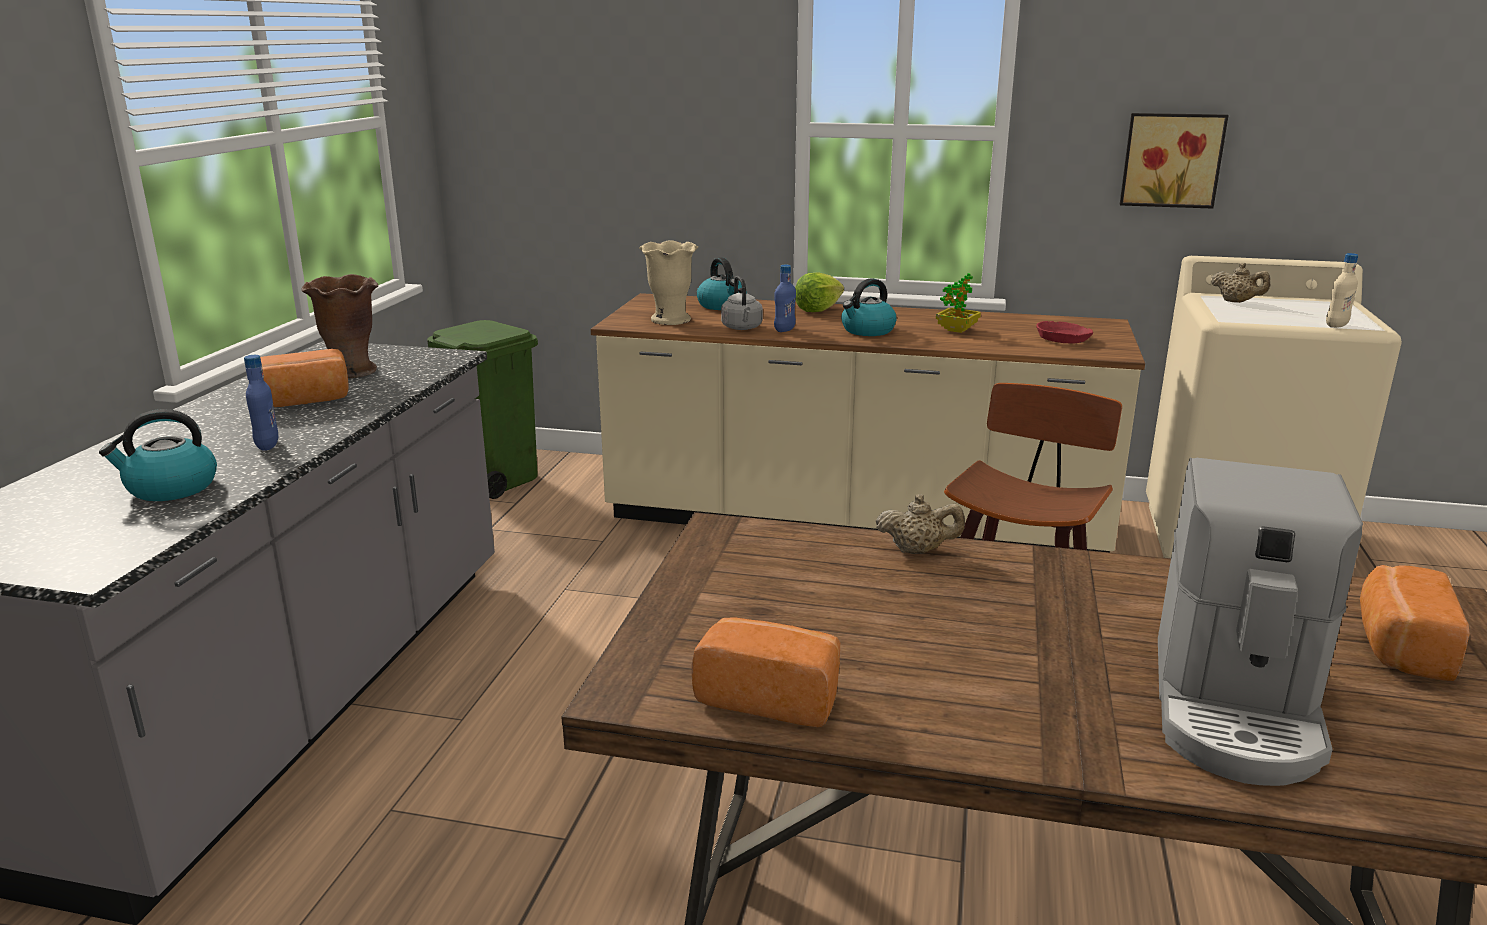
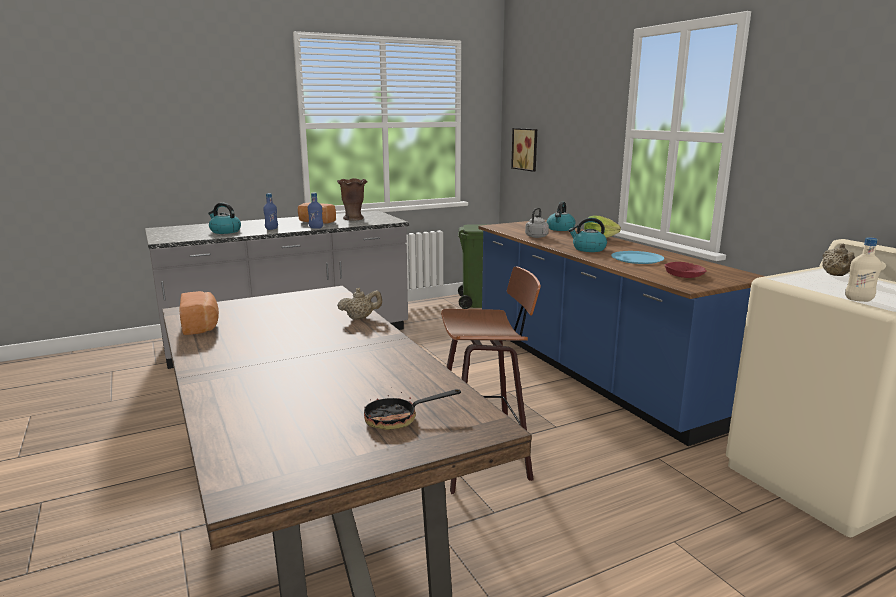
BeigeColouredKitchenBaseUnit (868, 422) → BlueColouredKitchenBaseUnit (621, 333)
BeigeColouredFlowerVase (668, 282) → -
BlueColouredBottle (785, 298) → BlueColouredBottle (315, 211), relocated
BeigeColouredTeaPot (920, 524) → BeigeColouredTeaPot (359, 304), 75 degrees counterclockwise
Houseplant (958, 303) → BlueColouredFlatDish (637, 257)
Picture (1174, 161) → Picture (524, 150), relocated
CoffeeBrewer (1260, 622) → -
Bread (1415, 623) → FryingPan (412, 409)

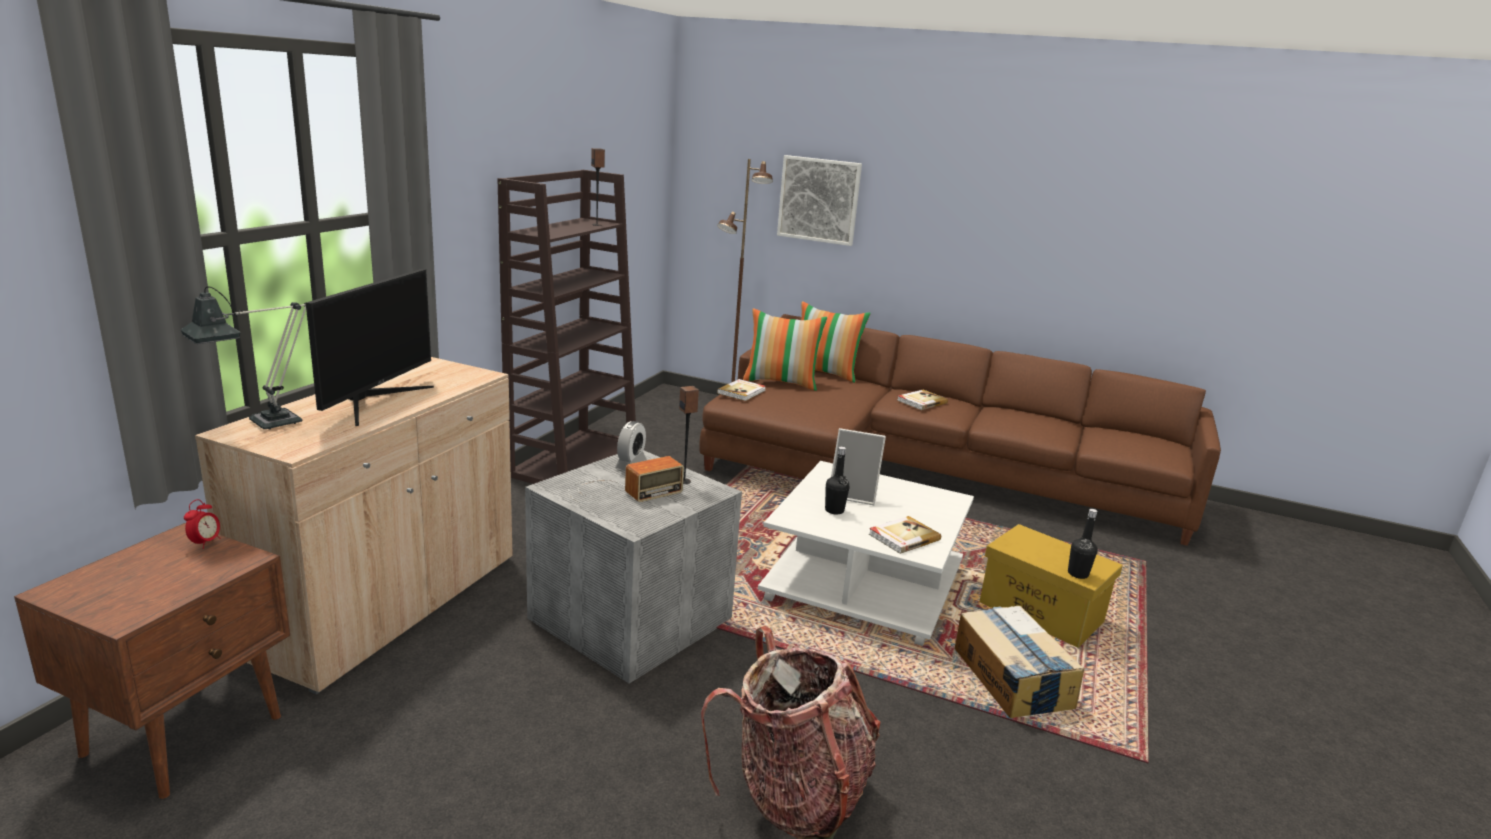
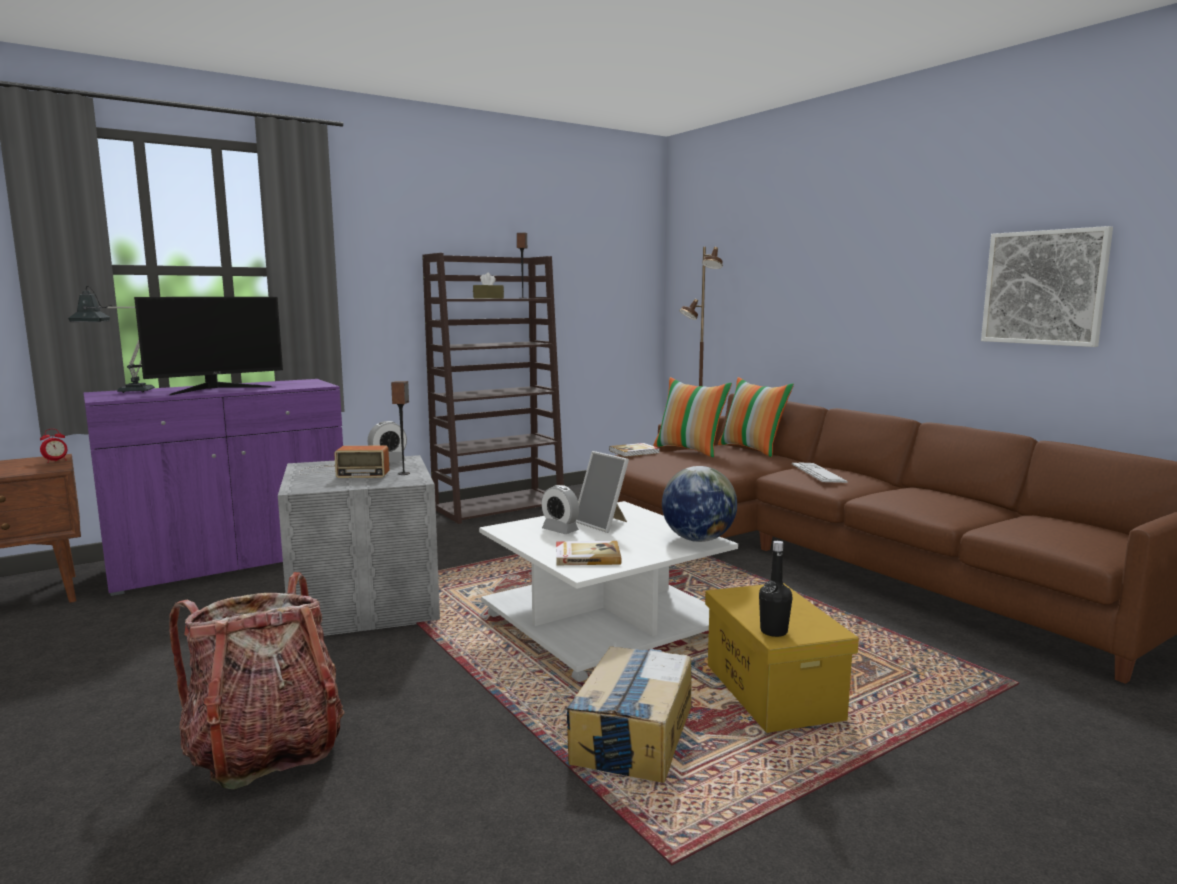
BeigeColouredCabinet (354, 526) → PurpleCabinet (213, 487)
Picture (819, 200) → Picture (1047, 286), relocated
BlackBottle (837, 480) → BedsideClock (560, 509)
Volume (922, 400) → PcKeyboard (820, 472)
- → BrownBoxOfTissues (488, 285)
- → WorldGlobe (699, 504)

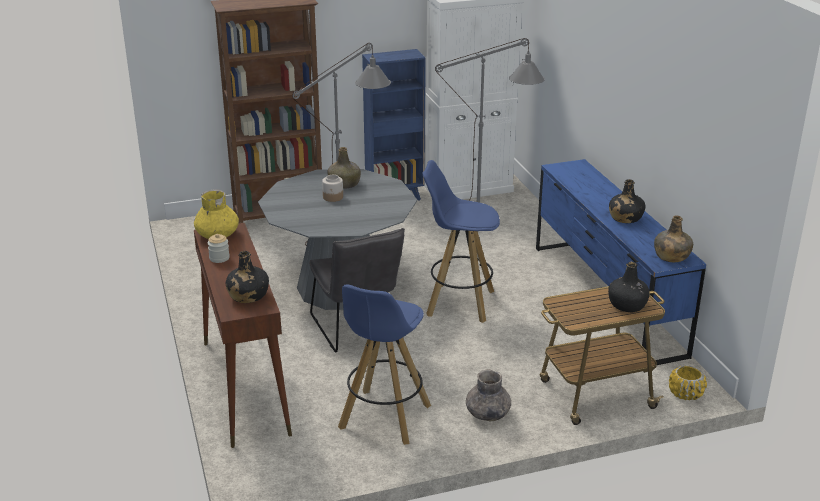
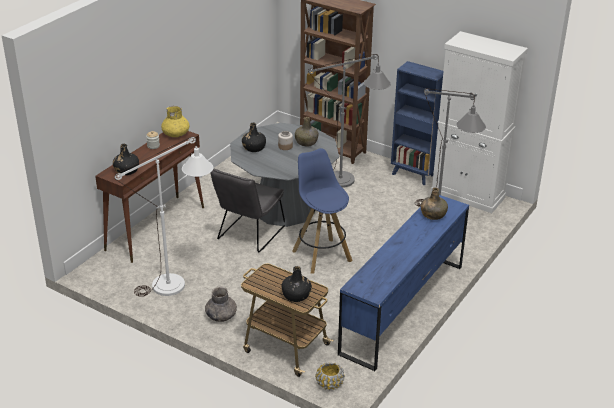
BlueColouredStool (384, 365) → WhiteStandardLamp (164, 217)
BlackBottle (627, 201) → BlackBottle (254, 137), relocated
GreenColouredBottle (673, 238) → GreenColouredBottle (434, 203), relocated

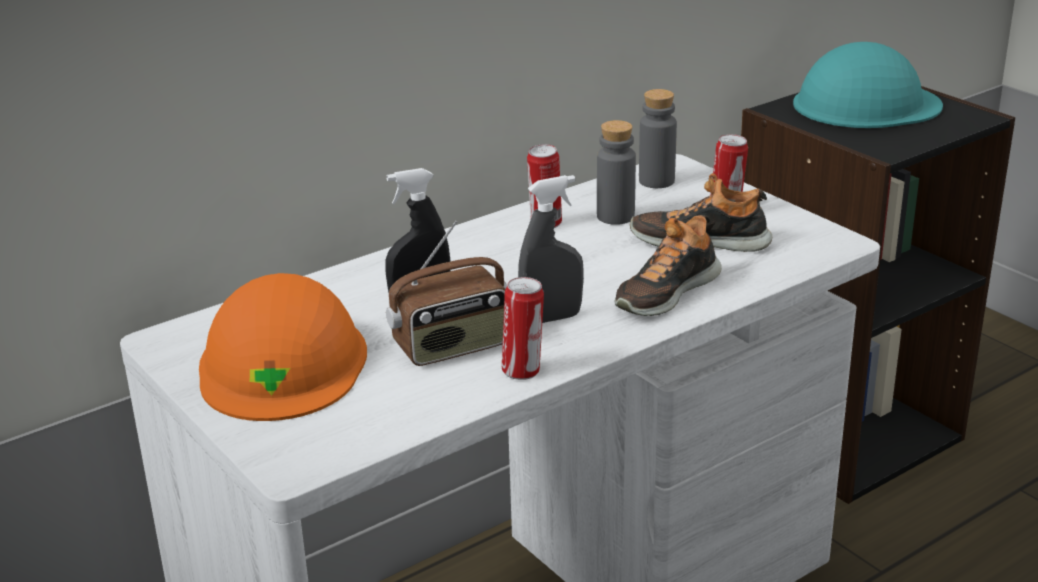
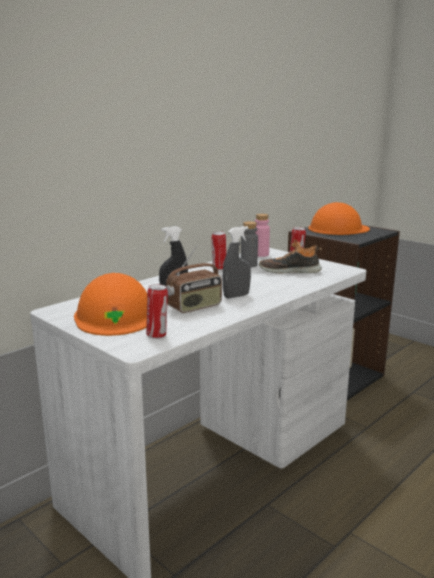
SealedCan (523, 328) → SealedCan (157, 311), relocated
LowShoe (668, 265) → -
GreyishBottle (658, 138) → PinkColouredBottle (262, 235)
TurquoiseColouredWorkHelmet (868, 85) → OrangeyWorkHelmet (339, 218)

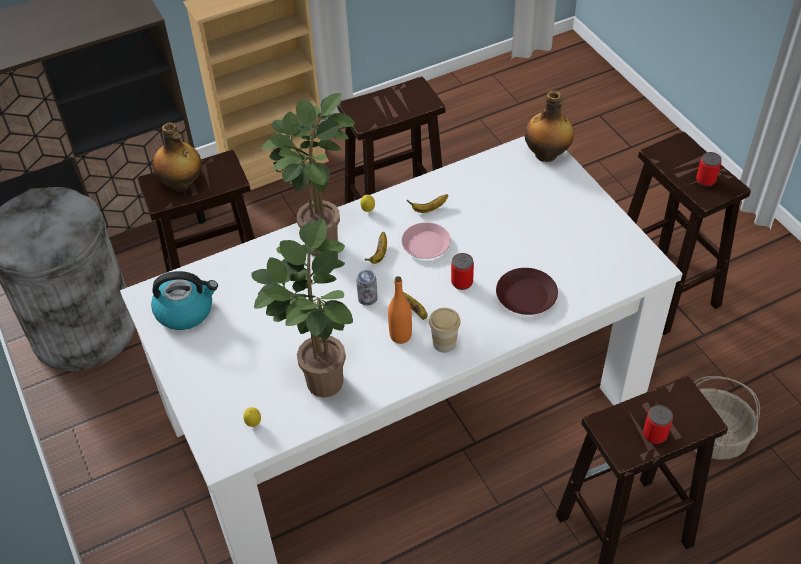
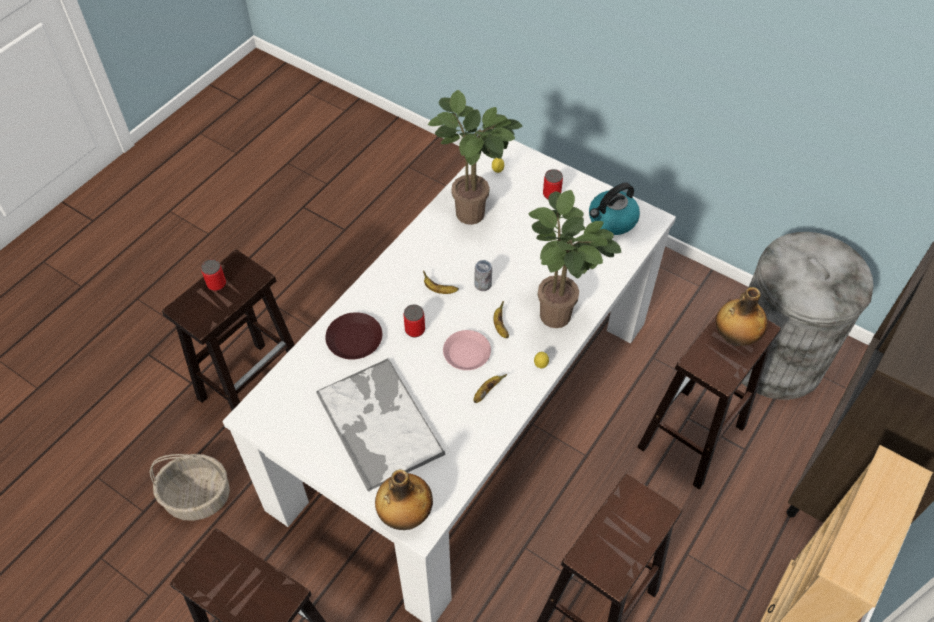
OrangeyBottle (400, 310) → -
Cup (445, 330) → -
SealedCan (709, 169) → SealedCan (553, 184), relocated
- → CarryingTray (380, 425)

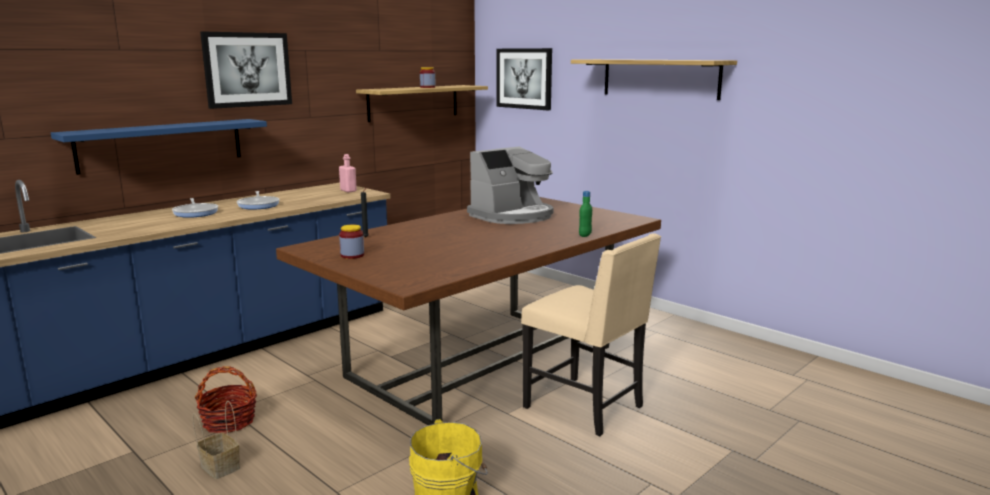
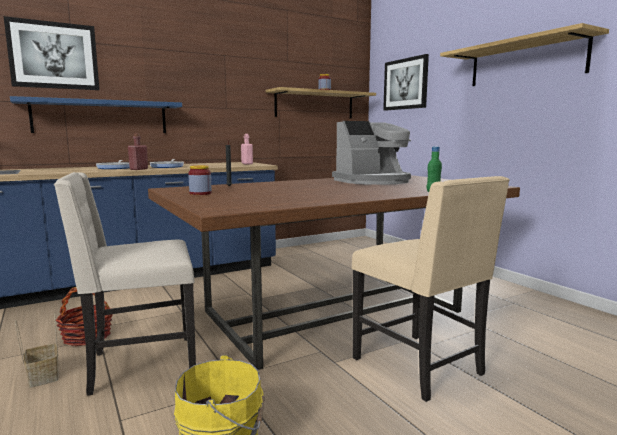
Picture (246, 70) → Picture (51, 53), relocated
- → BeigeColouredPlainChair (125, 284)
- → RedColouredBottle (138, 151)

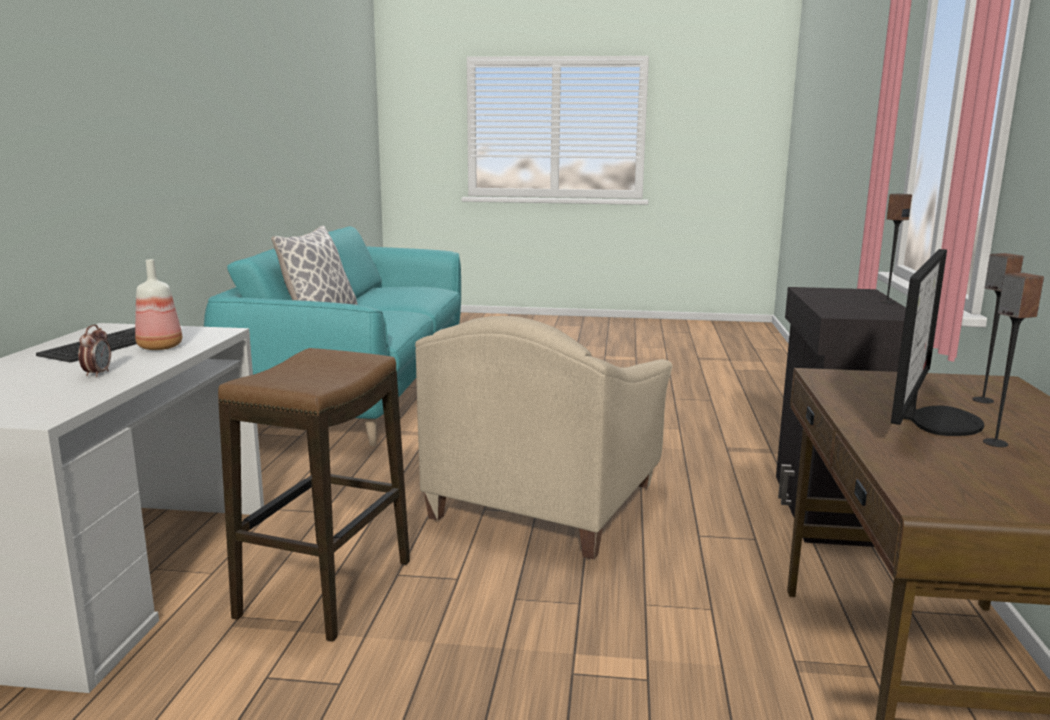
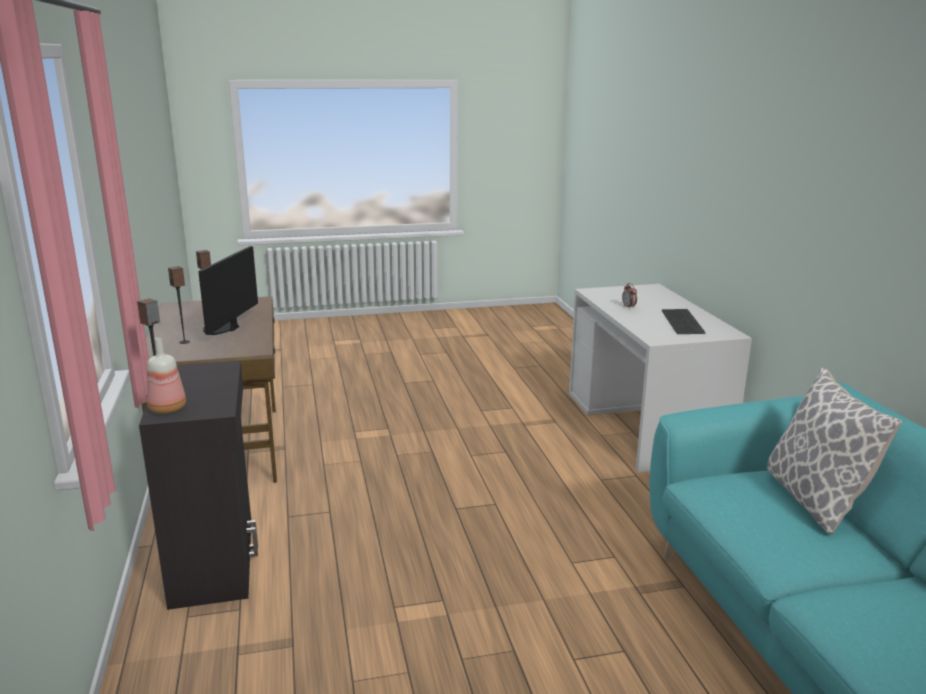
Bottle (158, 304) → Bottle (166, 375), relocated
Stool (314, 495) → -
BeigeColouredArmchair (544, 438) → -

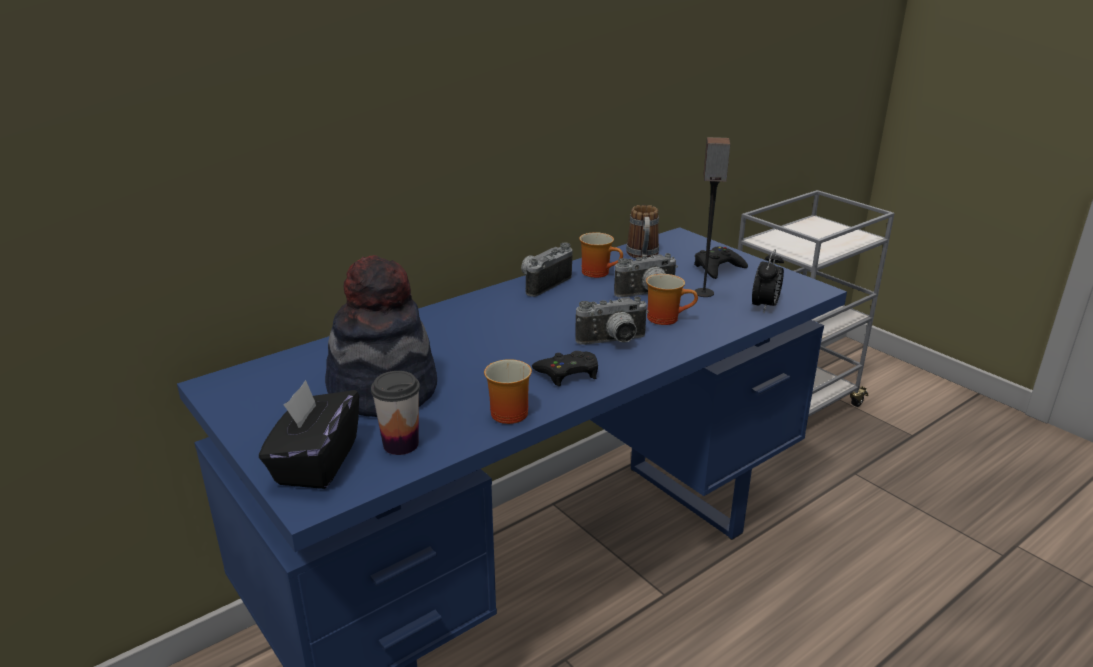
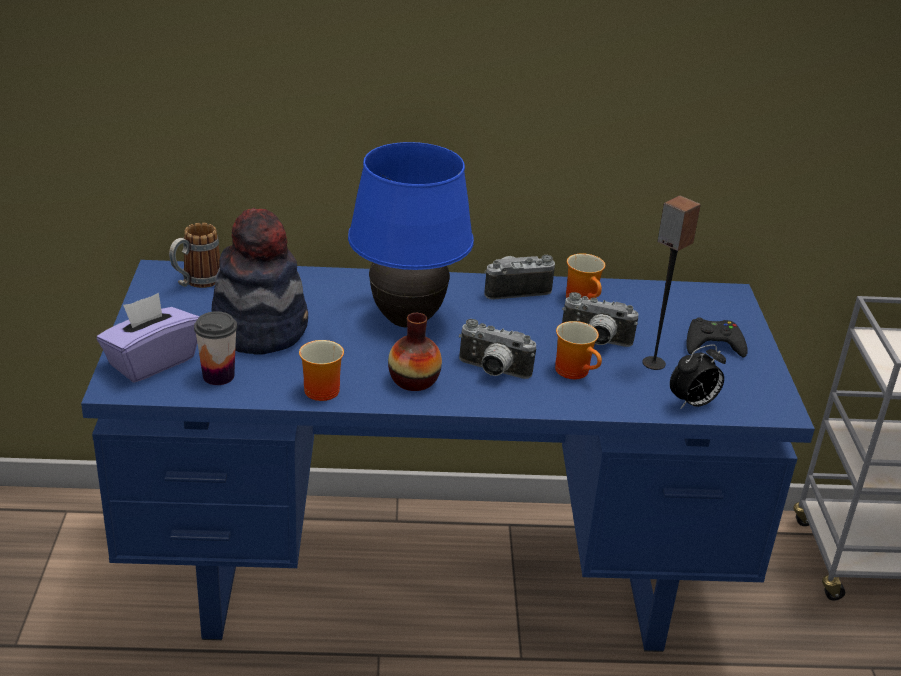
BlackBoxOfTissues (309, 434) → PurpleBoxOfTissues (148, 338)
BlackJoypad (565, 368) → FlowerVase (415, 352)
CoffeeMug (642, 232) → CoffeeMug (194, 255), relocated
- → BlueColouredLampForATable (411, 235)

